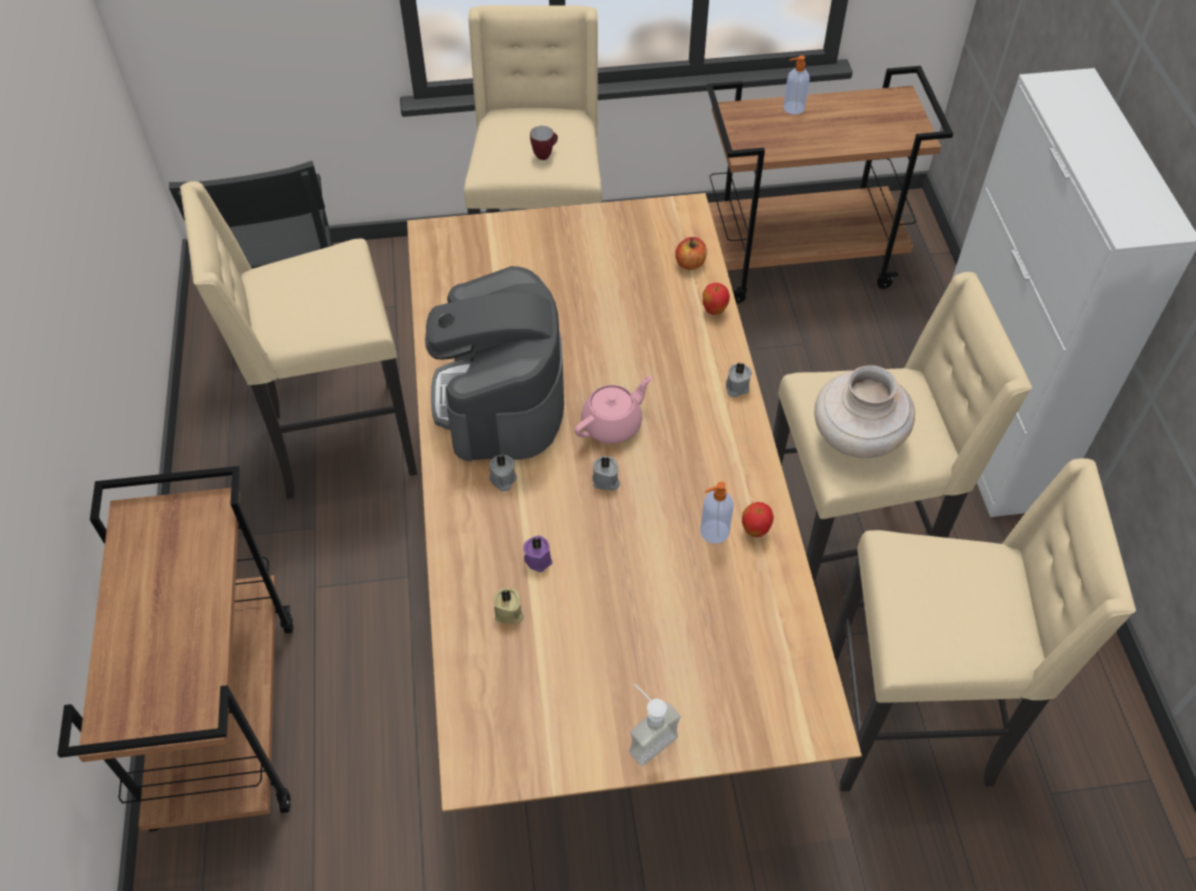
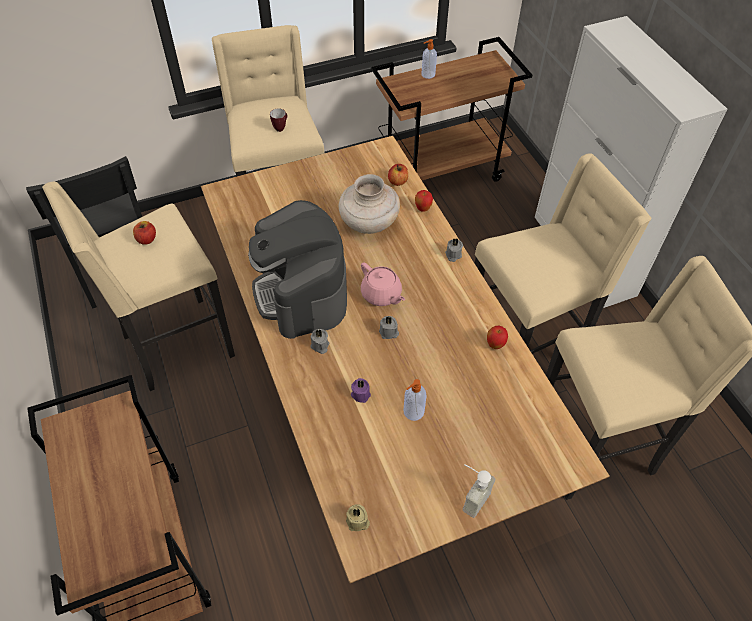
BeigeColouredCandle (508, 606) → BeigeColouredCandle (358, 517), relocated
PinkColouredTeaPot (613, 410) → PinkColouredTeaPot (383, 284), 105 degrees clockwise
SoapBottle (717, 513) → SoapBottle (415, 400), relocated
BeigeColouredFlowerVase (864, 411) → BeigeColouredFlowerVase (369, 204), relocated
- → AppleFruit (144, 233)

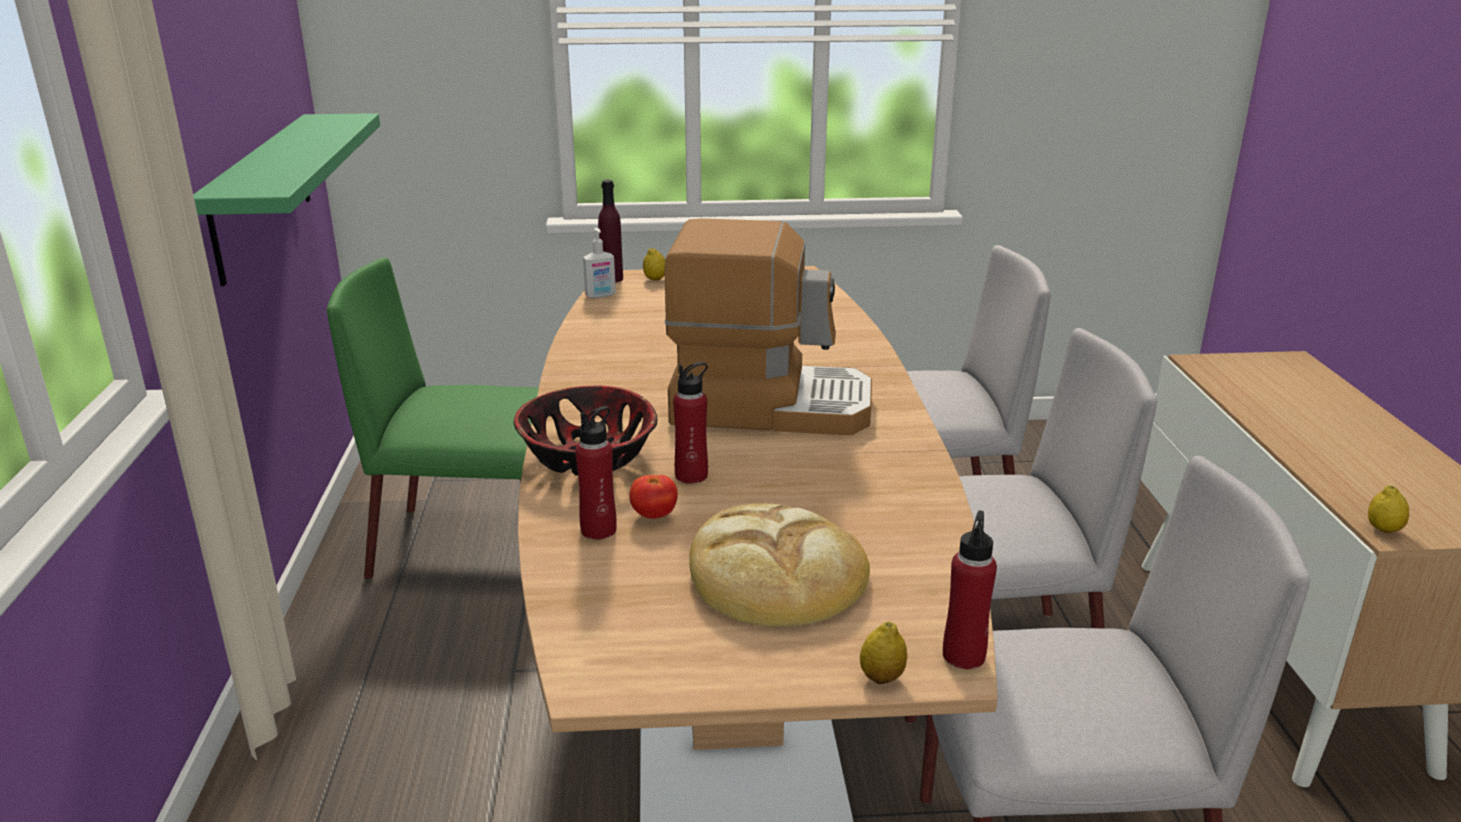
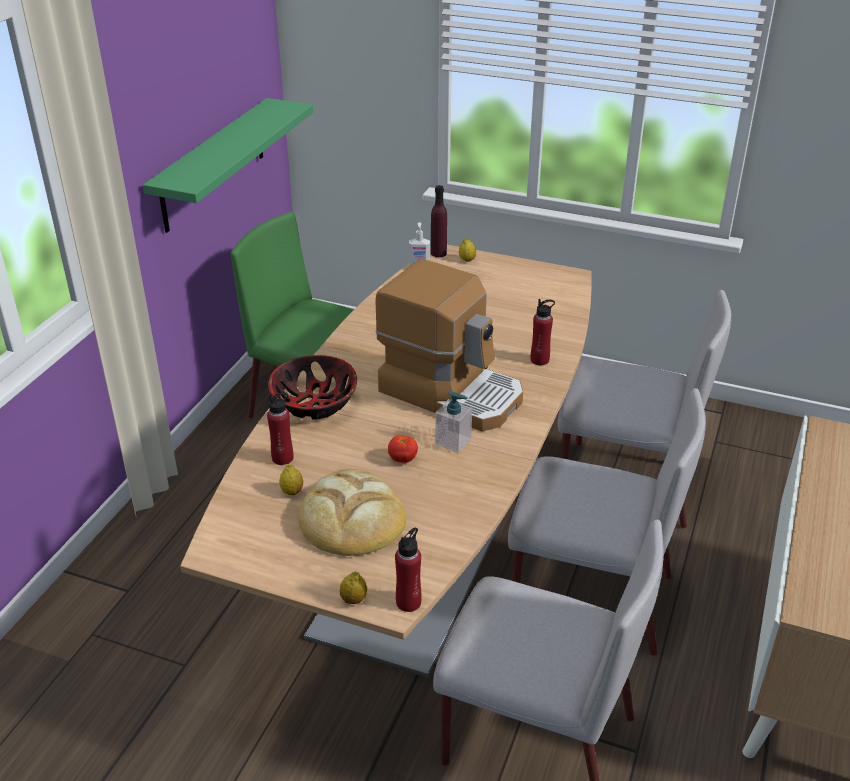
FreshTomato (653, 497) → FreshTomato (403, 449), relocated
RedColouredBottle (690, 423) → RedColouredBottle (542, 332), relocated
CitrusFruit (1388, 509) → CitrusFruit (291, 479), relocated
- → SoapBottle (453, 422)

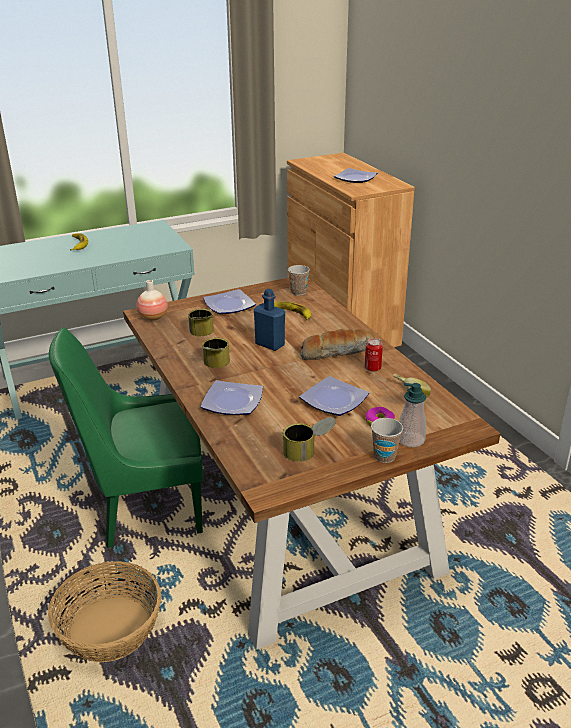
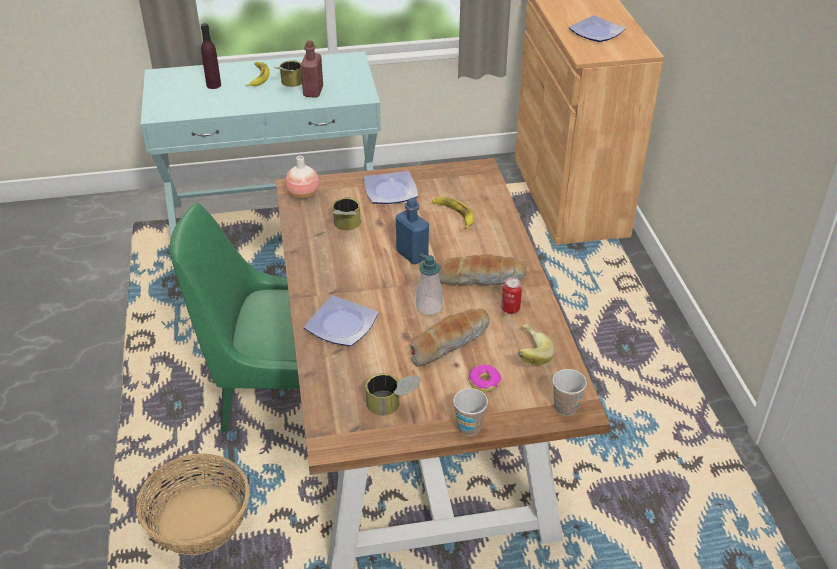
SealedCan (215, 353) → SealedCan (288, 73), relocated
Cup (299, 280) → Cup (570, 392), relocated
FlatDish (334, 396) → Bread (449, 337)
SoapBottle (412, 415) → SoapBottle (429, 284), relocated
- → PurpleBottle (211, 56)
- → RedColouredBottle (311, 69)

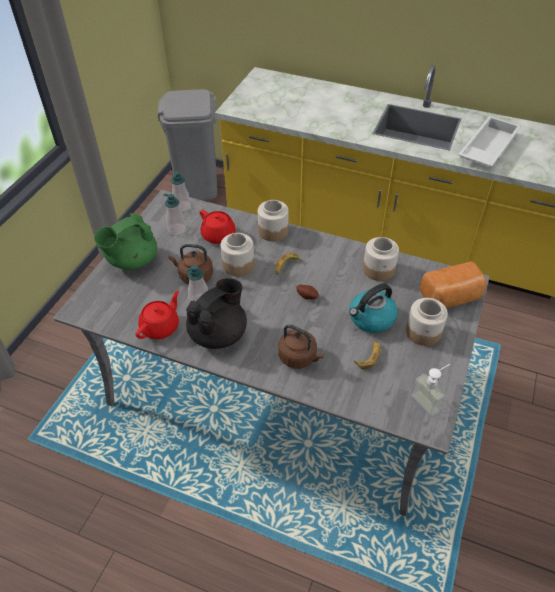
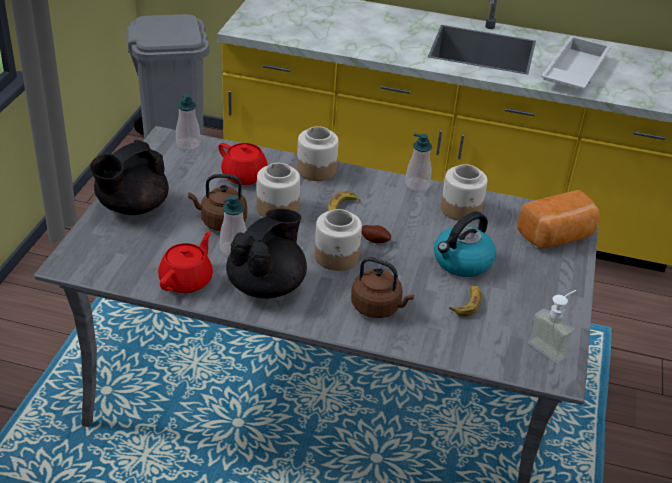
GreenColouredTeaPot (125, 241) → BlackTeaPot (129, 177)
SoapBottle (175, 214) → SoapBottle (418, 162), relocated
PreserveJar (427, 322) → PreserveJar (338, 240), relocated

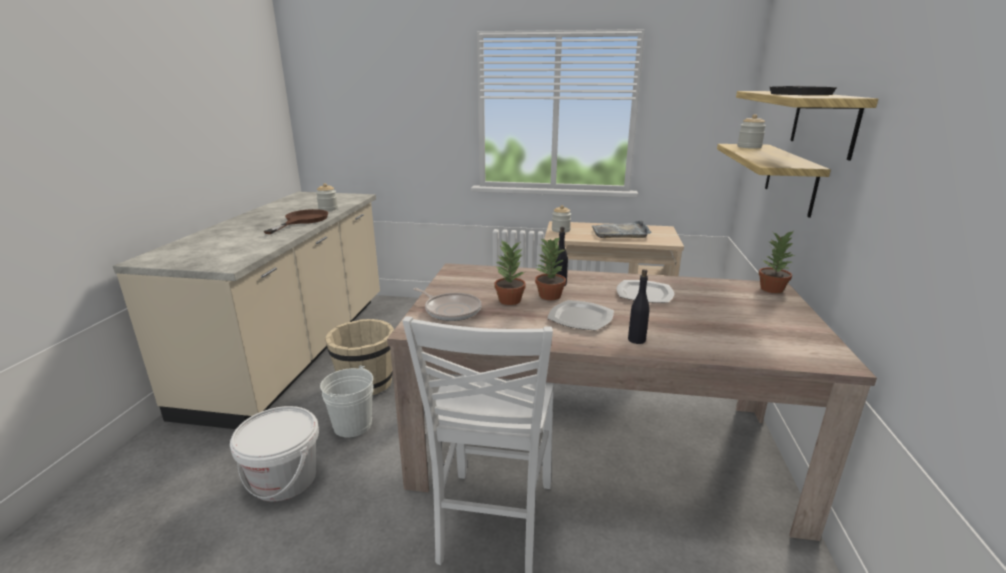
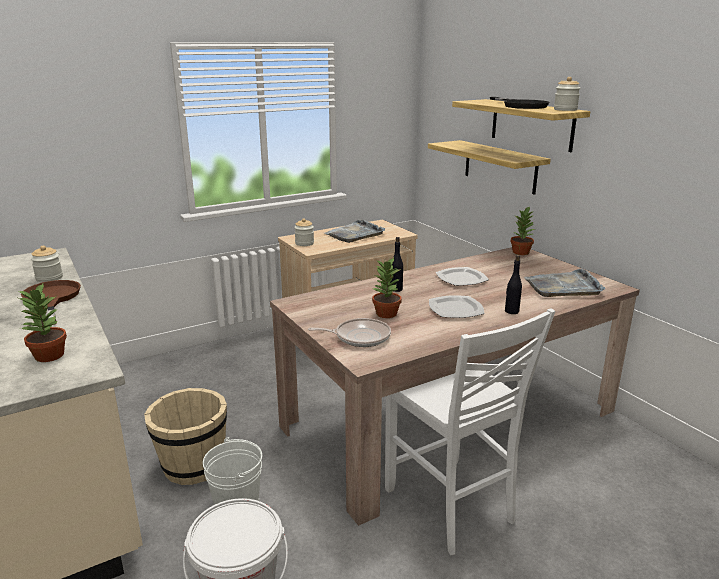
Houseplant (550, 268) → Houseplant (42, 322), relocated
PreserveJar (751, 131) → PreserveJar (567, 94), relocated
- → GreyishCarryingTray (564, 282)

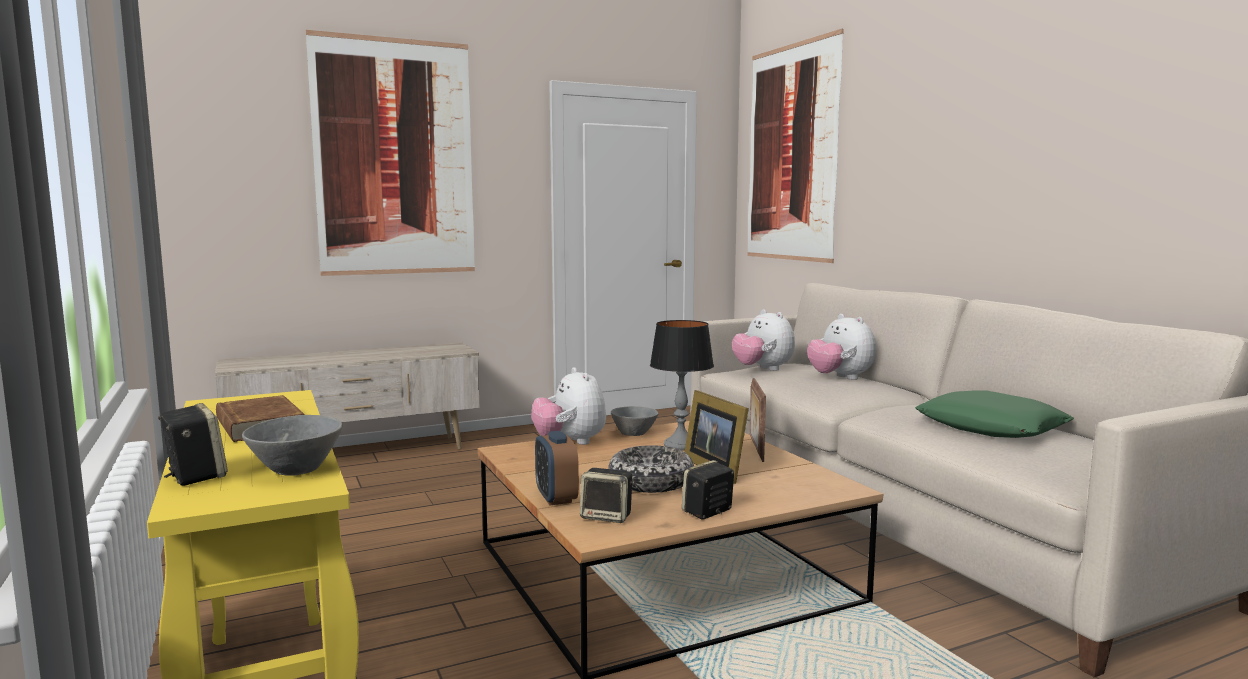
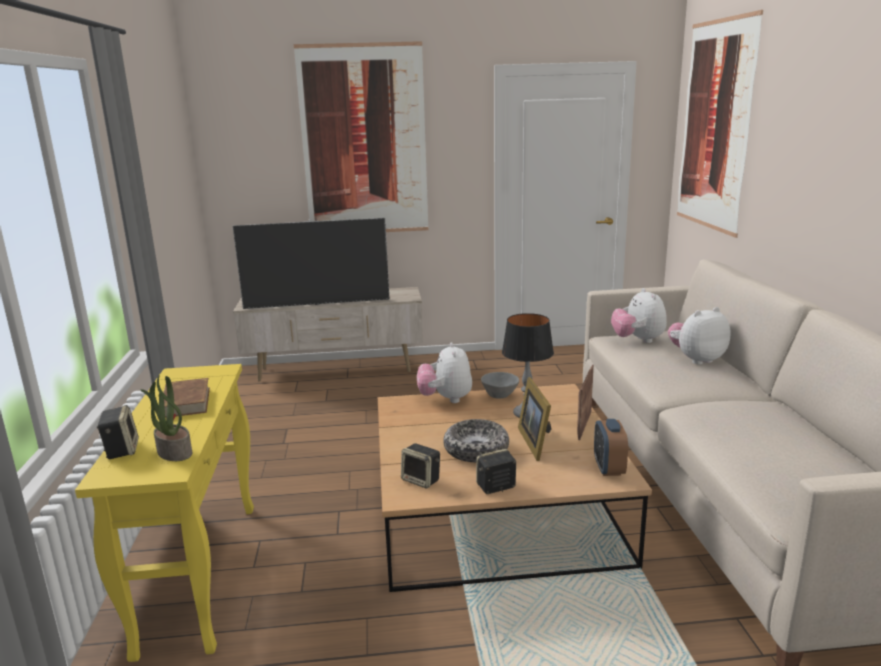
GreyishBowl (292, 445) → Houseplant (166, 418)
BedsideClock (557, 468) → BedsideClock (611, 447), relocated
CuddlyToy (841, 347) → CuddlyToy (699, 335), 75 degrees clockwise
GreenColouredThrowPillow (994, 414) → -
- → Tv (311, 263)

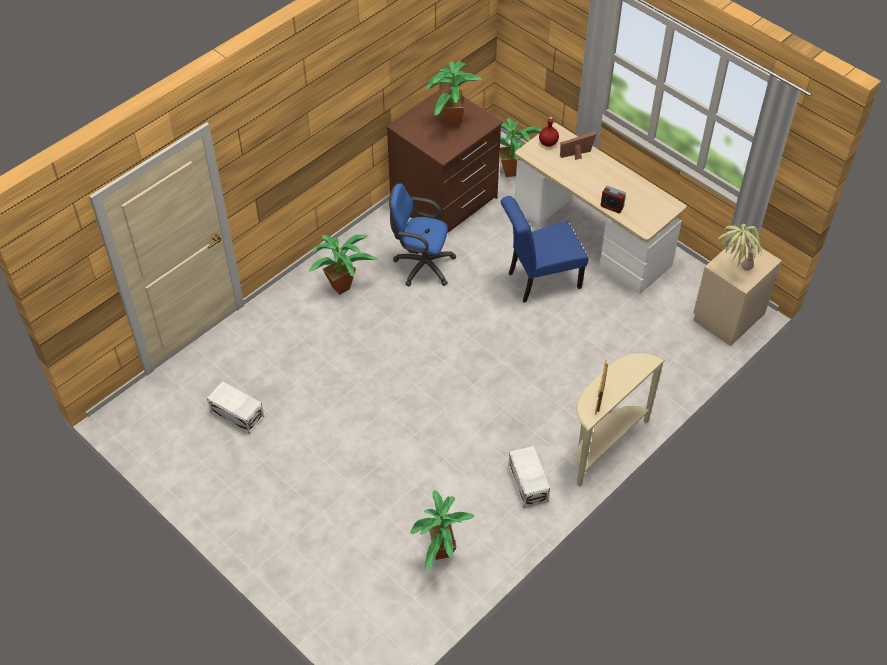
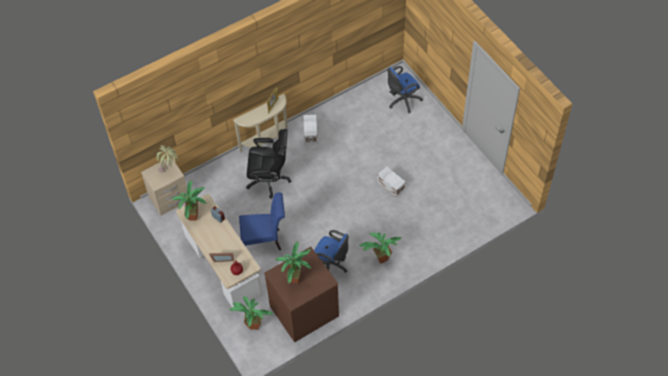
WhiteStorageBin (235, 407) → WhiteStorageBin (391, 182), relocated
Houseplant (443, 529) → Houseplant (189, 200), relocated
- → BlackComputerChair (269, 164)
- → BlueColouredComputerChair (405, 89)

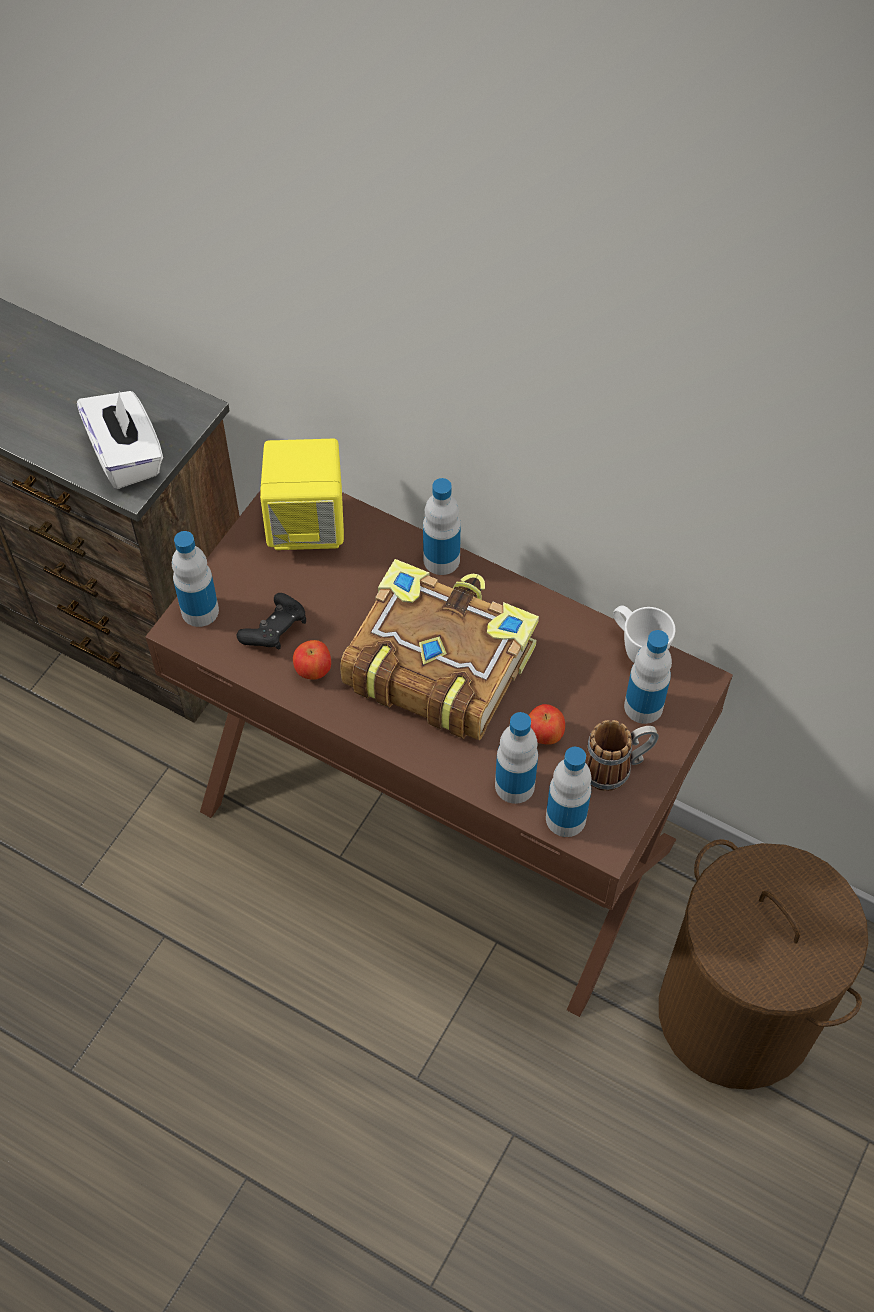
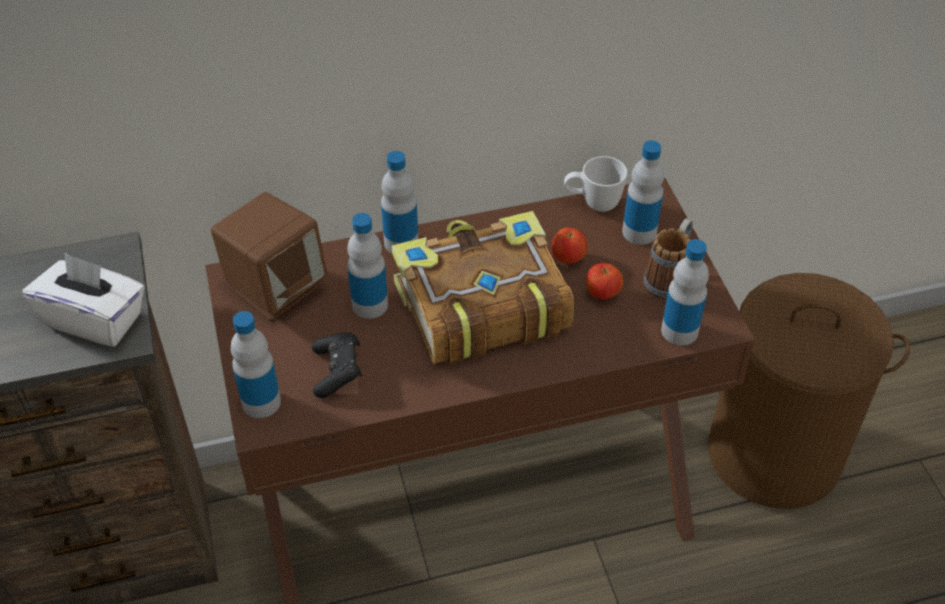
YellowishAudioSpeaker (302, 494) → BrownAudioSpeaker (269, 256)
AppleFruit (312, 660) → AppleFruit (569, 245), relocated
Bottle (516, 758) → Bottle (367, 266), relocated

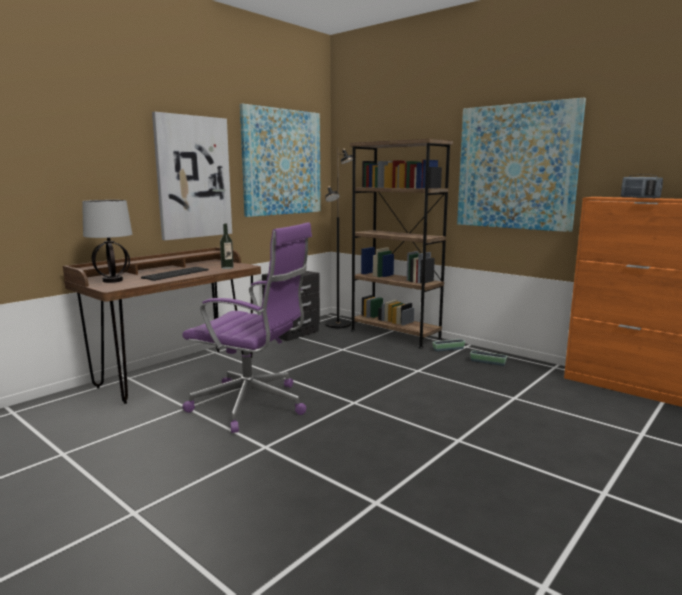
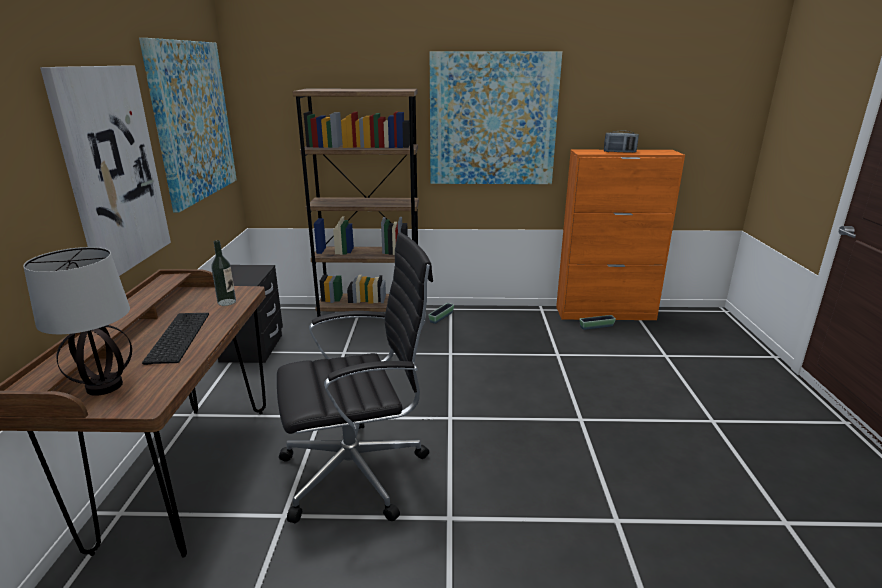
PurpleComputerChair (247, 327) → BlackComputerChair (355, 377)
BlackStandardLamp (339, 237) → -
FlowerPot (488, 358) → FlowerPot (597, 322), relocated

